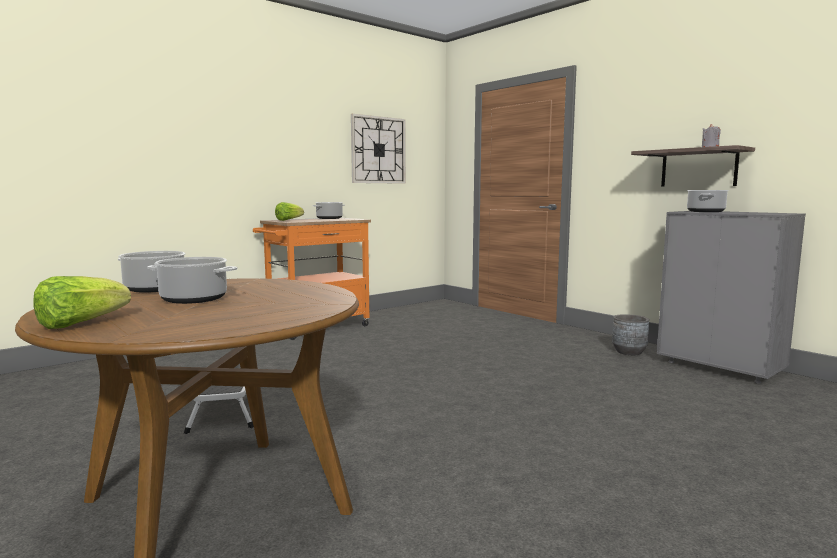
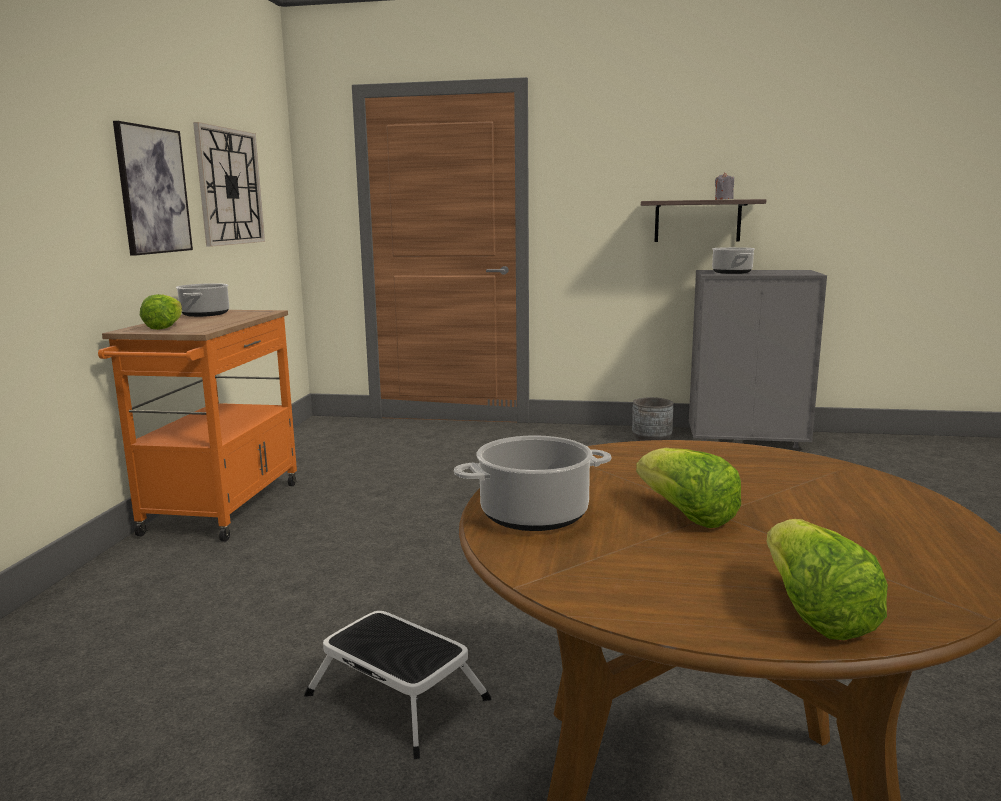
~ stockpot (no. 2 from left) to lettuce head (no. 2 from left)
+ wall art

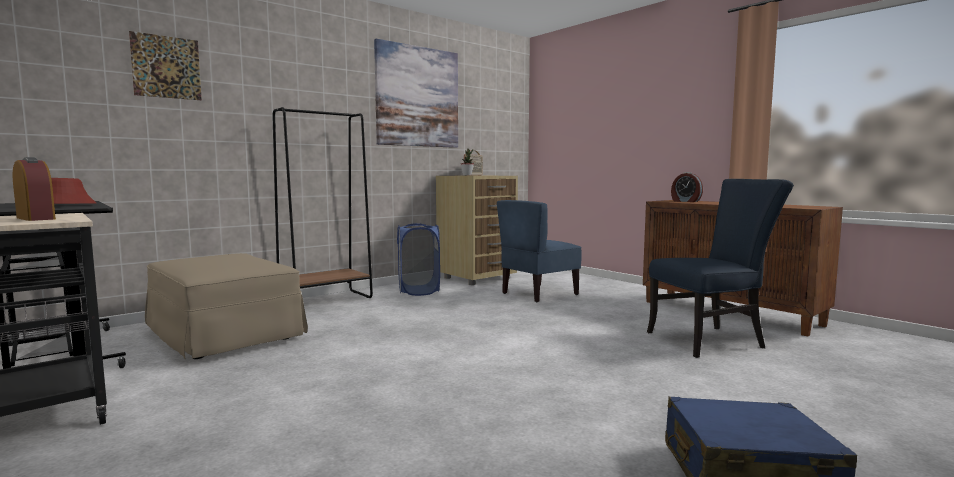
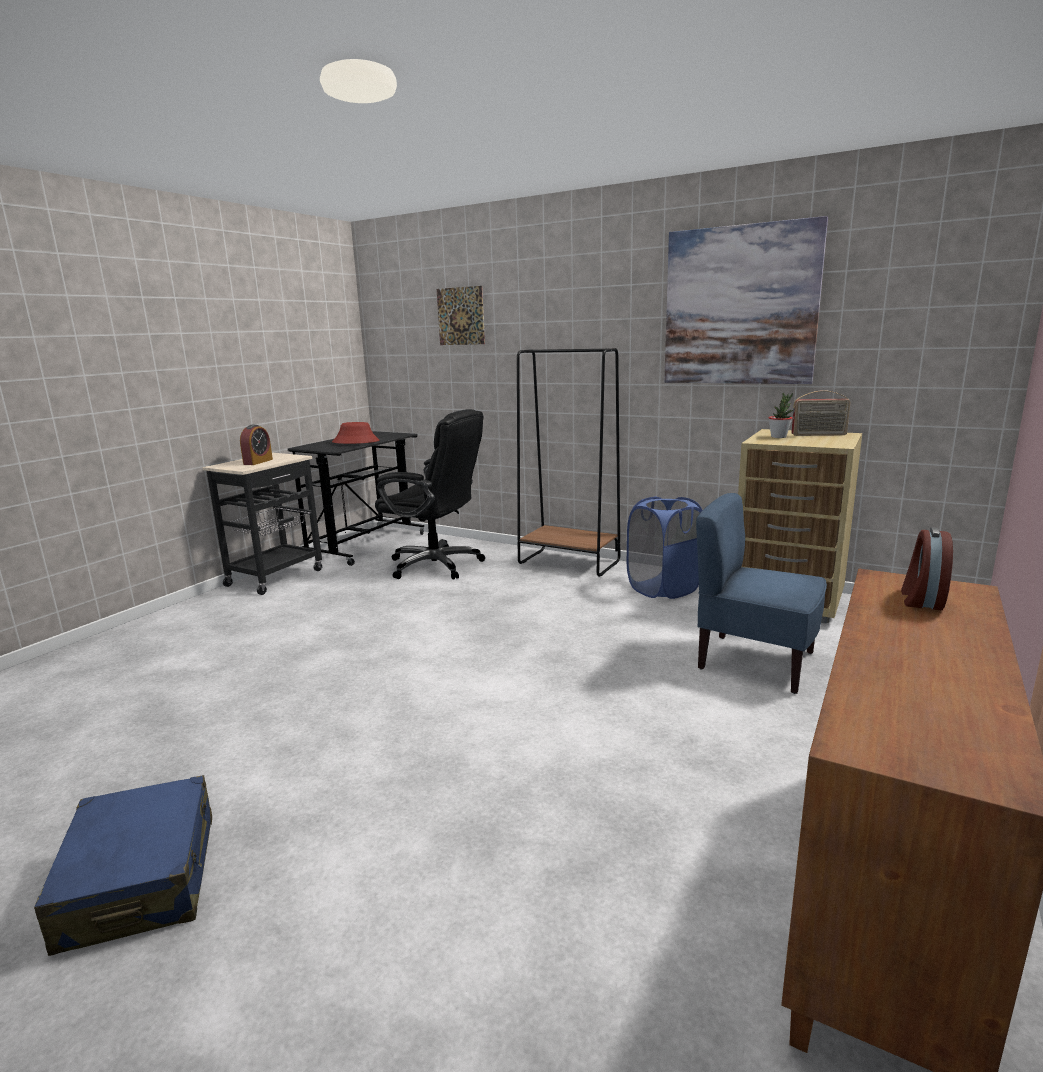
- blue-coloured chair (no. 2 from left)
~ beige-coloured footrest to black computer chair

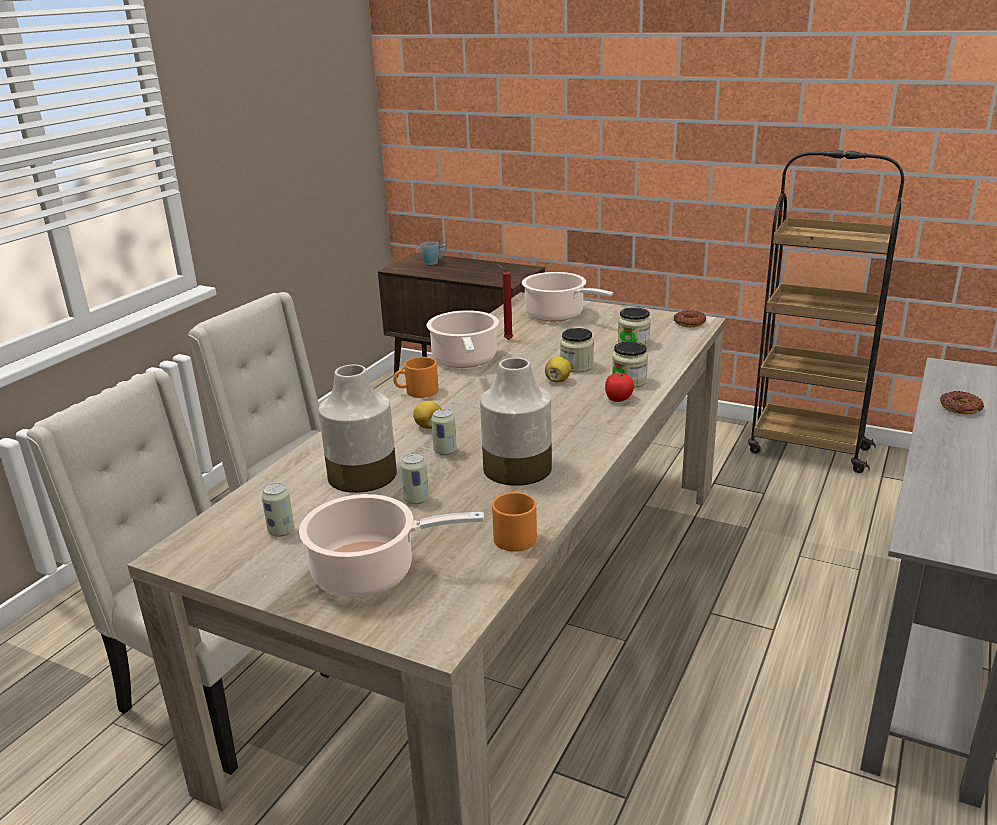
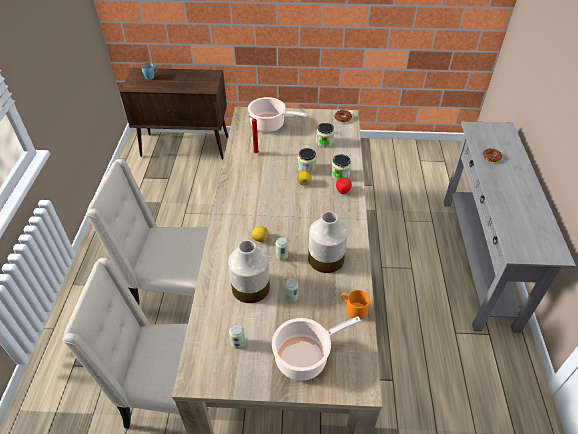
- brownish wheeled cart
- stockpot (no. 2 from left)
- orange-coloured coffee mug (no. 1 from left)

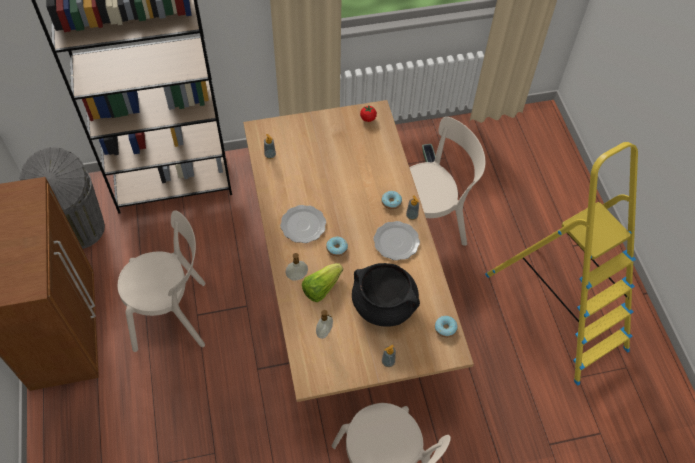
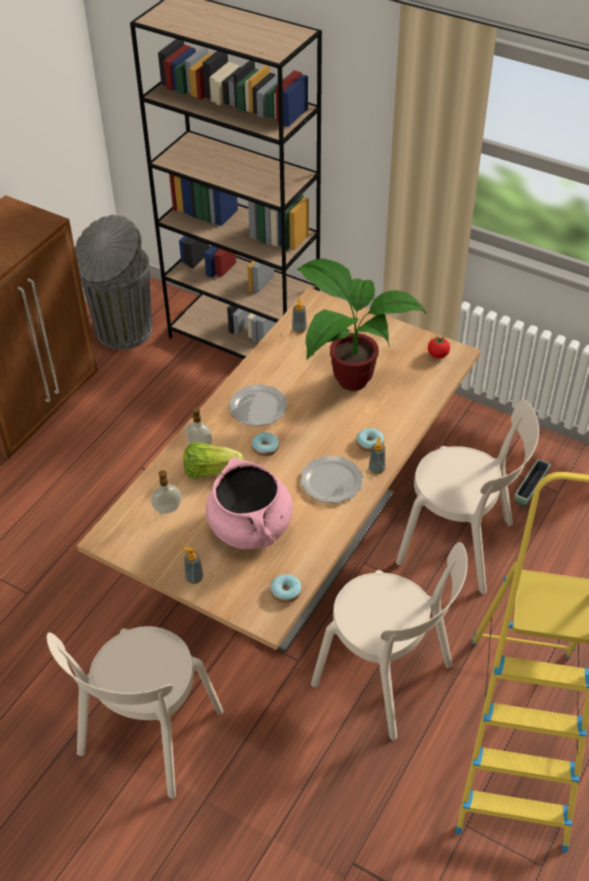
~ beige-coloured chair (no. 1 from left in the first image) to beige-coloured chair (no. 2 from left)
~ black stockpot to pink-coloured stockpot
+ houseplant

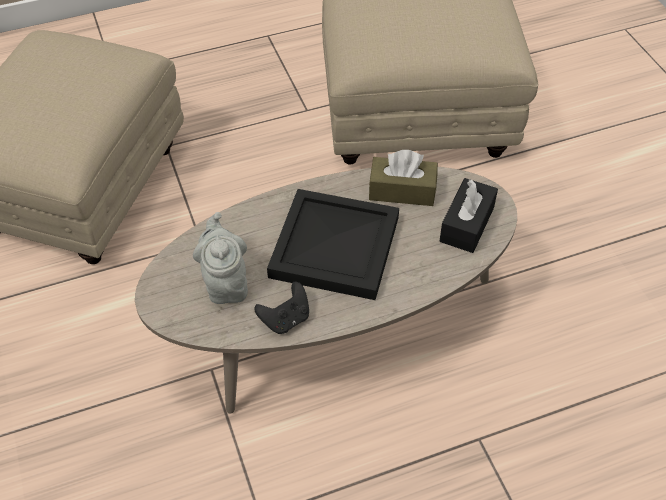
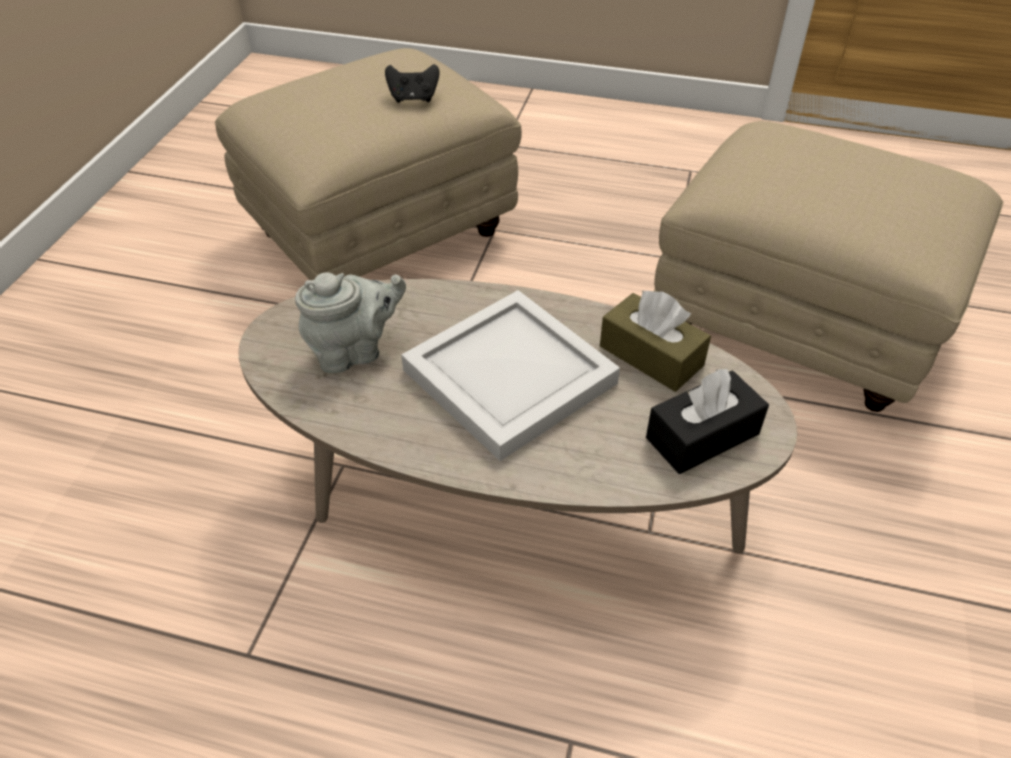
~ black tray to white-coloured tray
~ greyish teapot 45 degrees clockwise
~ black game controller

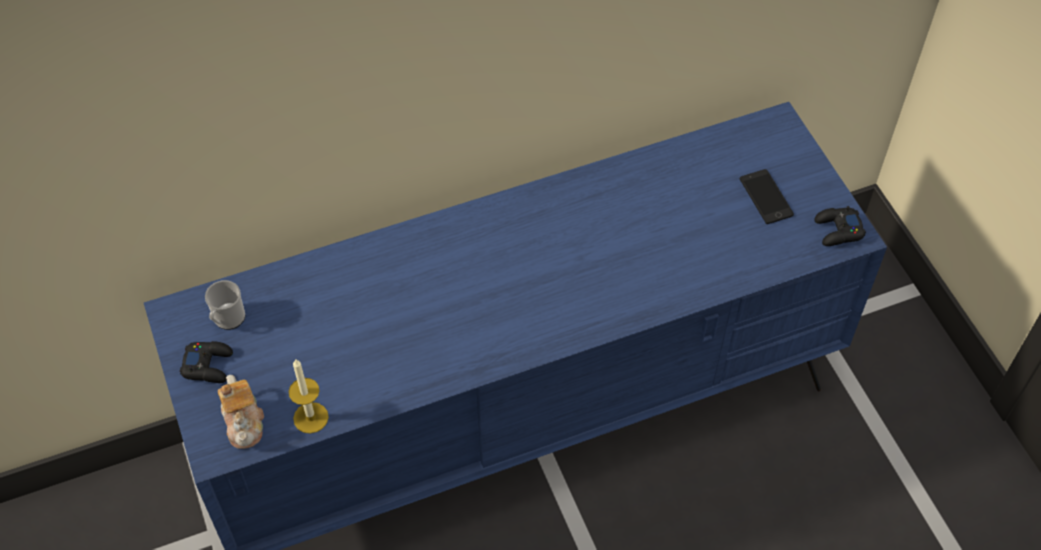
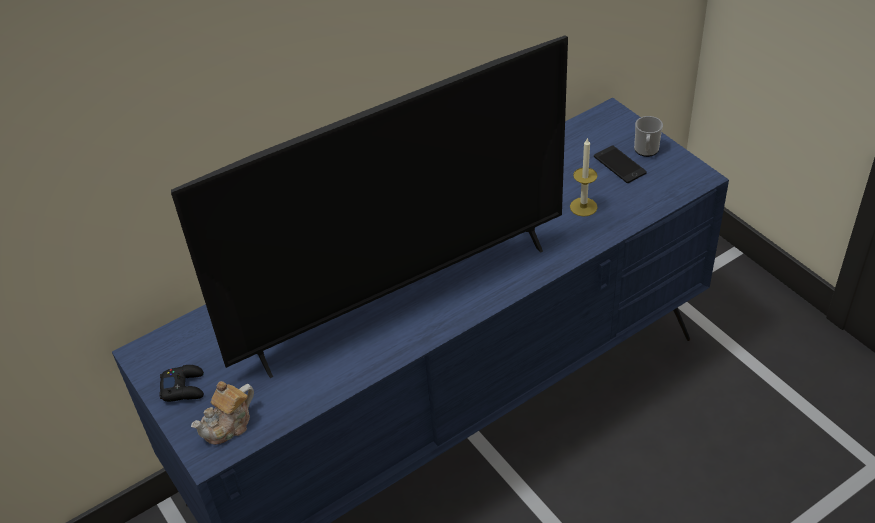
- black game controller (no. 2 from left)
~ coffee mug
~ wax candle
~ teapot 75 degrees clockwise
+ TV

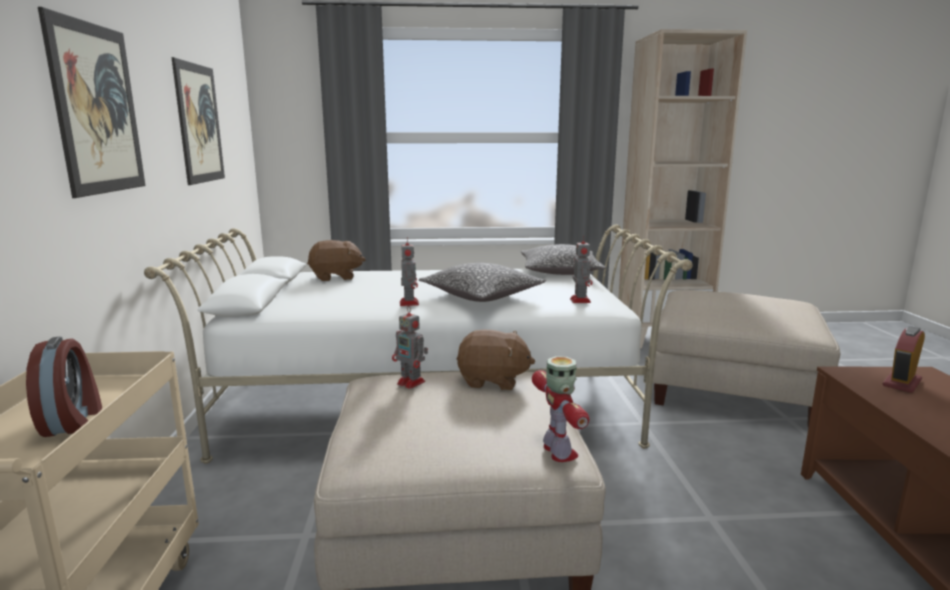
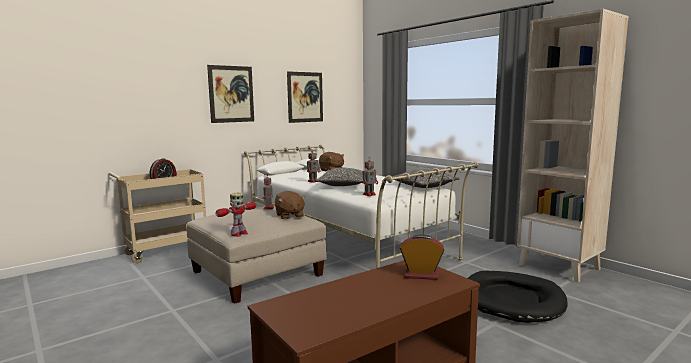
~ beige-coloured footrest (no. 2 from left) to black dog cushion

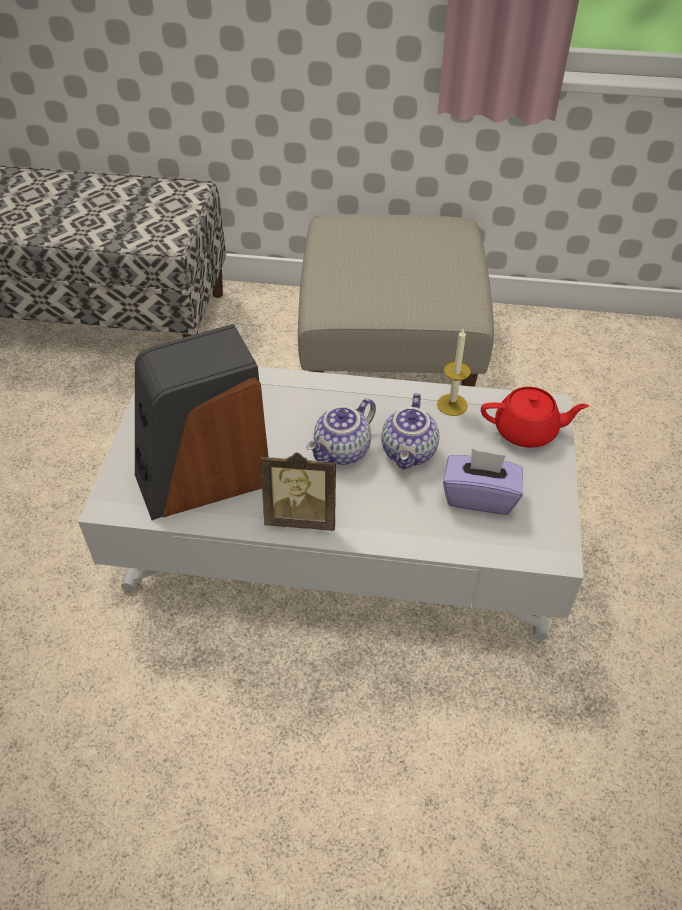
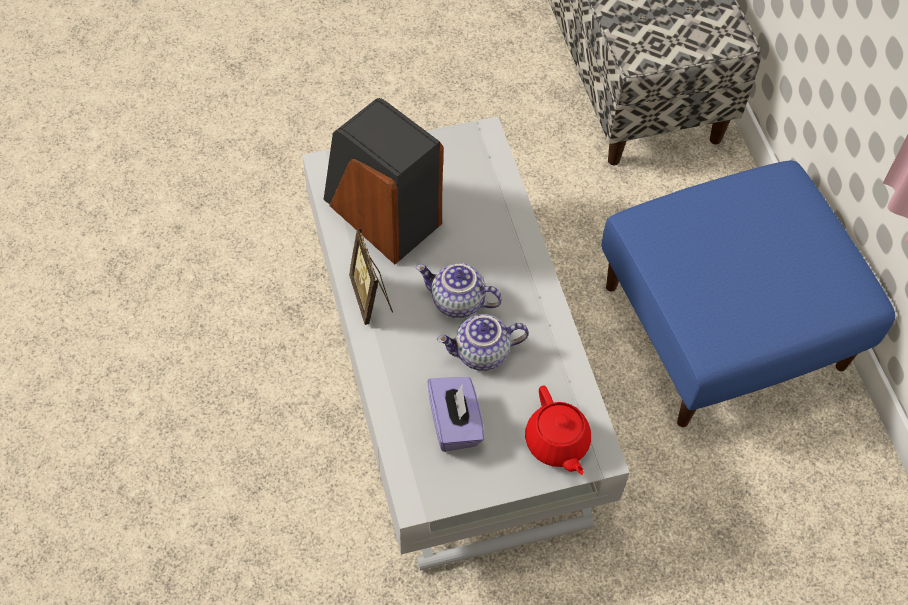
~ beige-coloured footrest to blue-coloured footrest
- wax candle

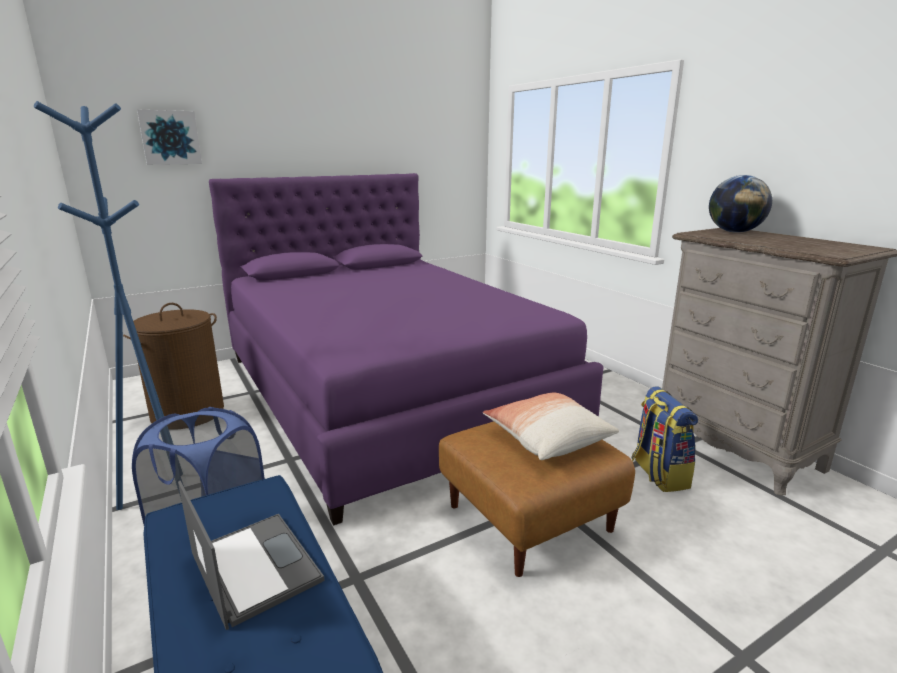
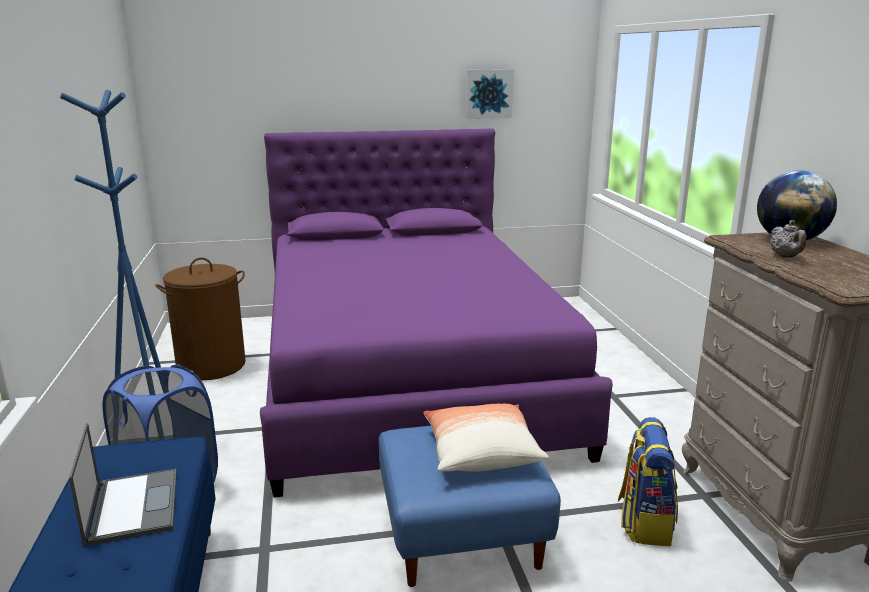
~ wall art
~ brownish footrest to blue-coloured footrest
+ greyish teapot

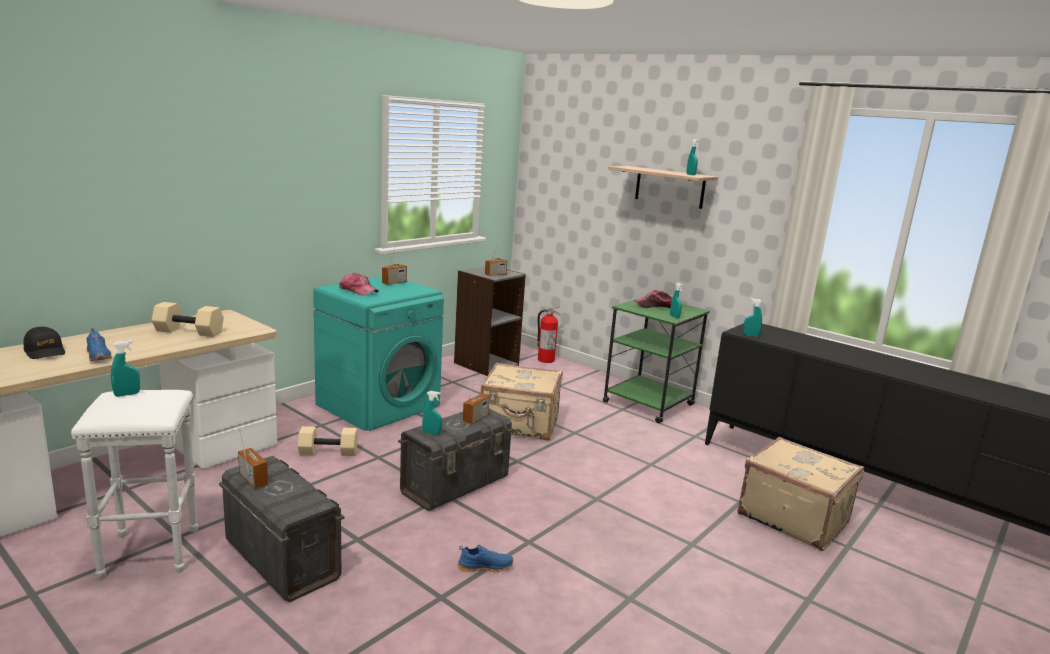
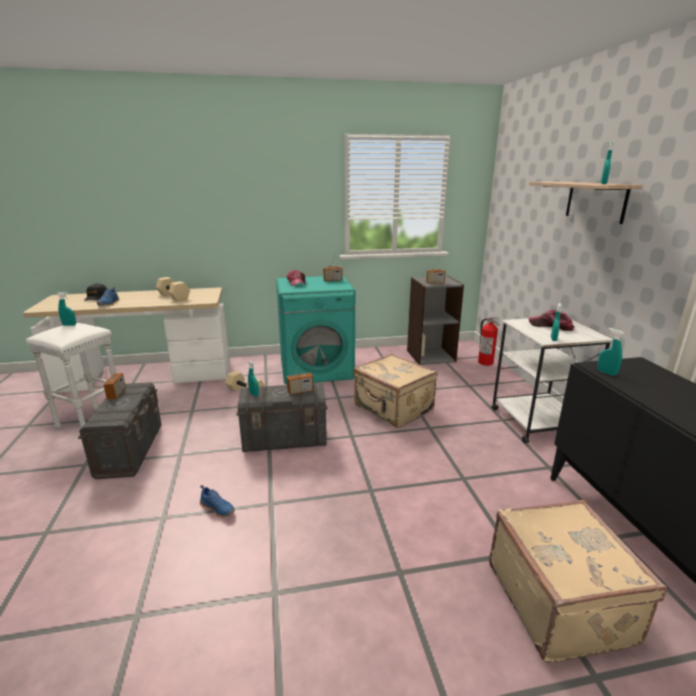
~ green wheeled cart to white-coloured wheeled cart

